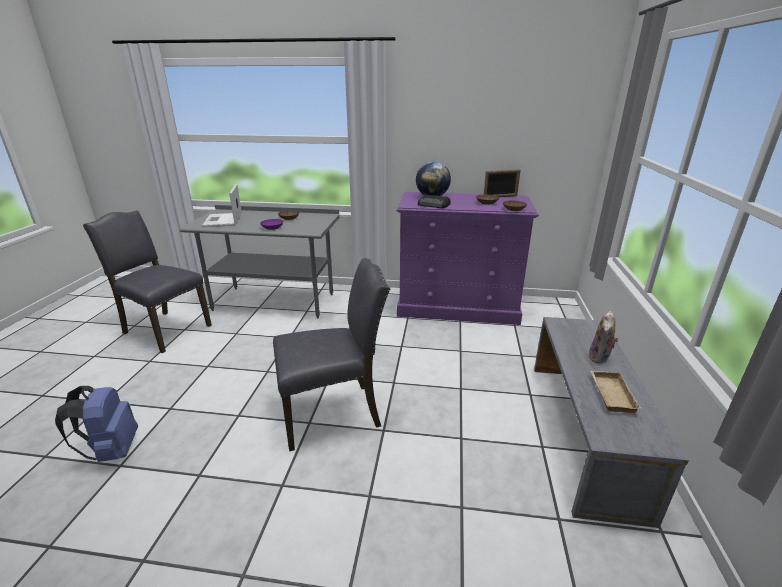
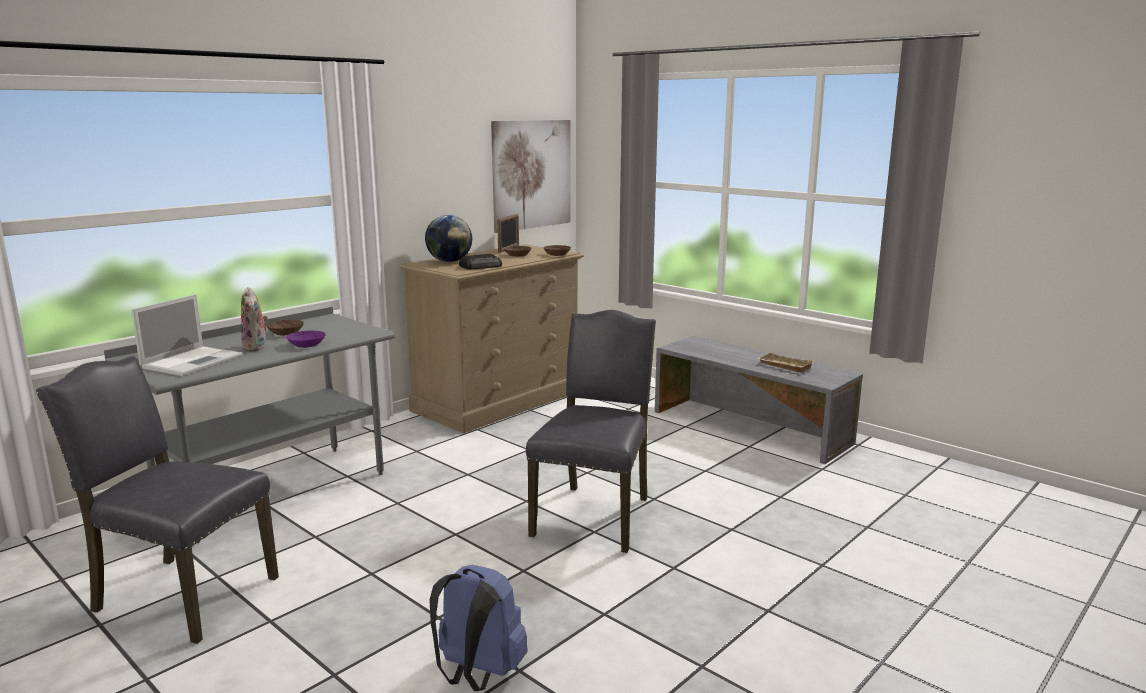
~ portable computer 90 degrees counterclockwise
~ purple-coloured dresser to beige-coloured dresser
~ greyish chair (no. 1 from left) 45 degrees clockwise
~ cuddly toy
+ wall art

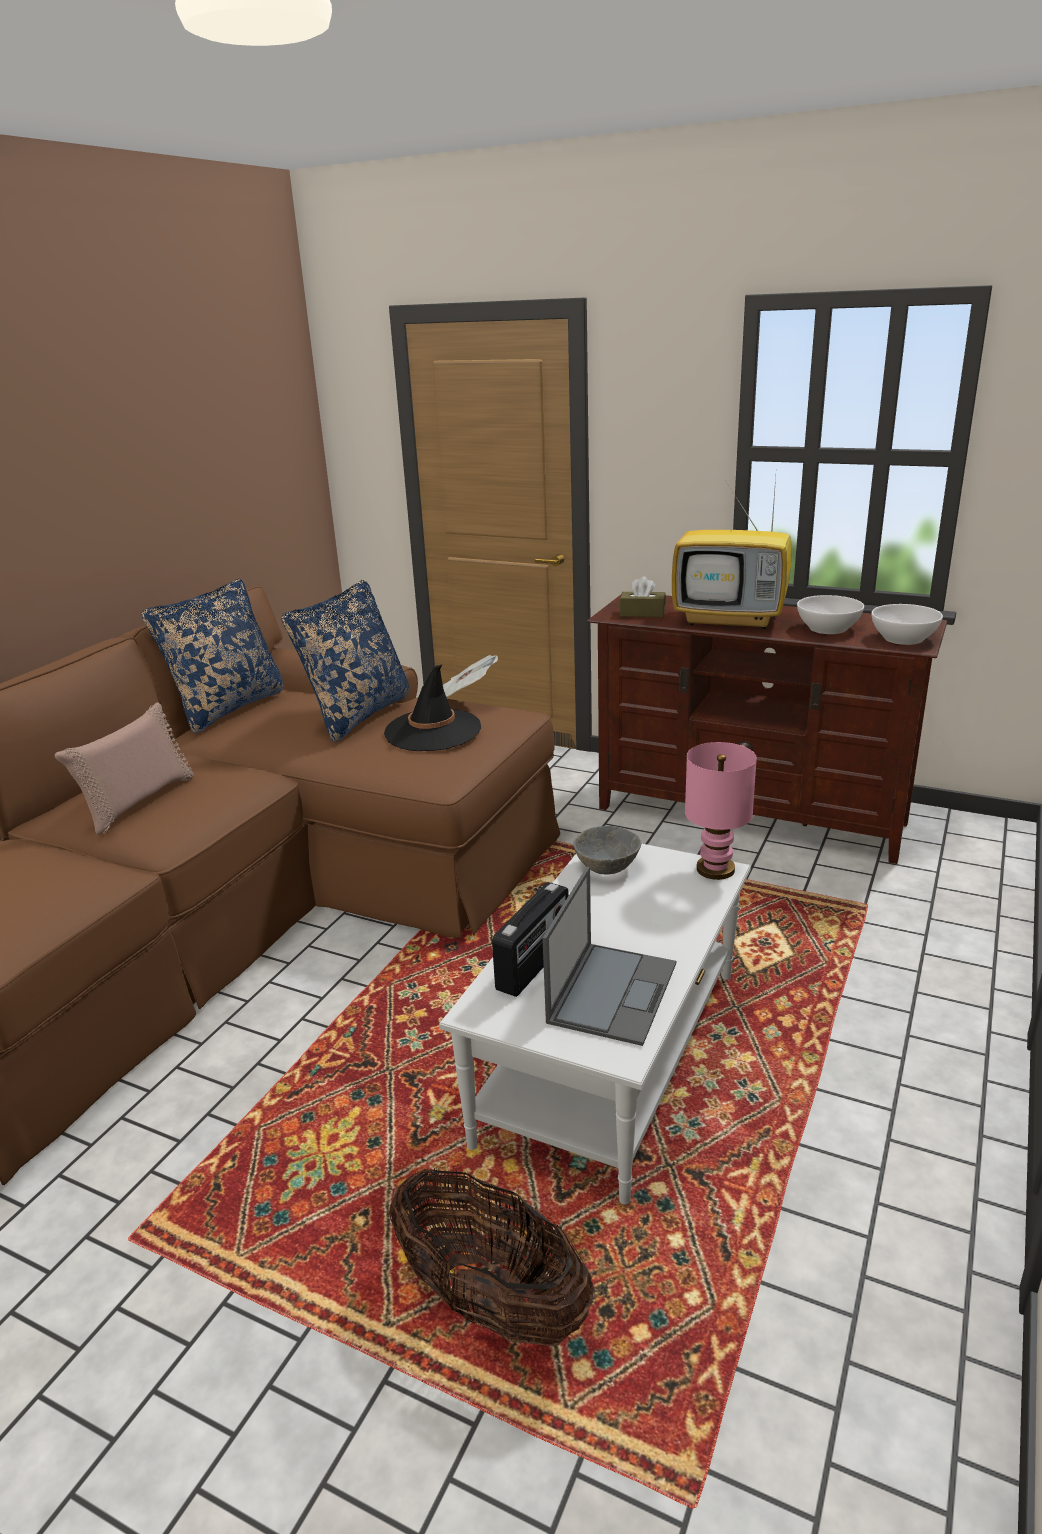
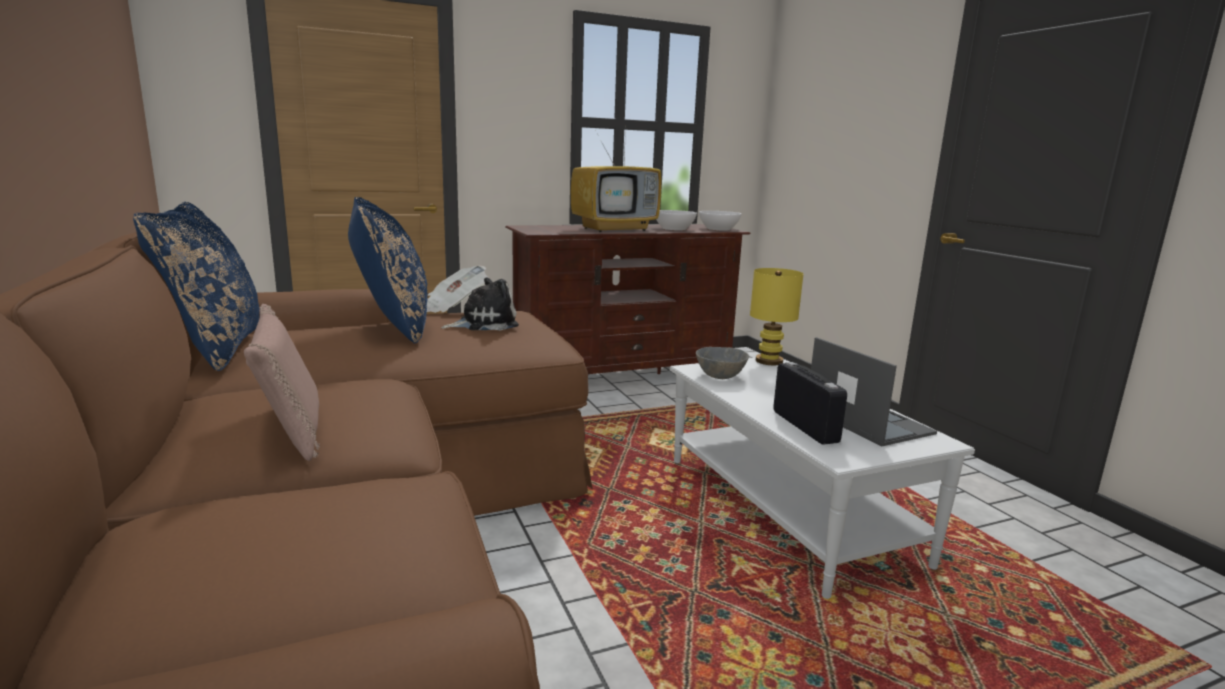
- brownish box of tissues
~ black wearable hat to cuddly toy
~ pink-coloured table lamp to yellowish table lamp
- storage basket

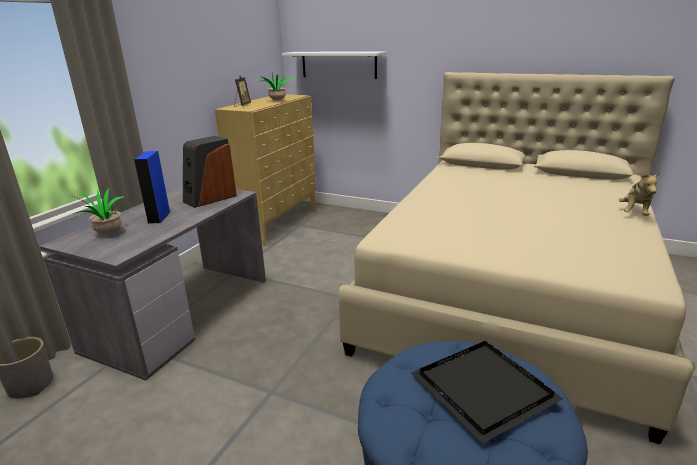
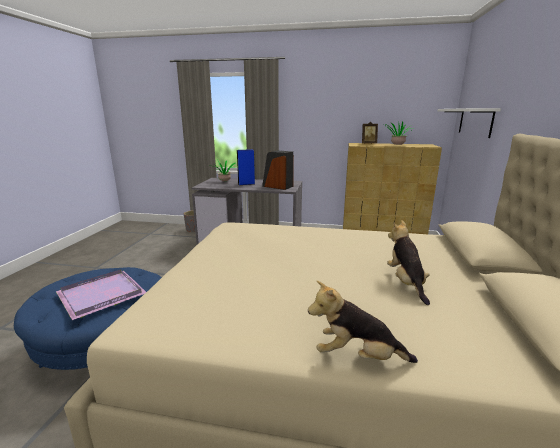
~ black tray to purple-coloured tray
+ cuddly toy (no. 2 from left)

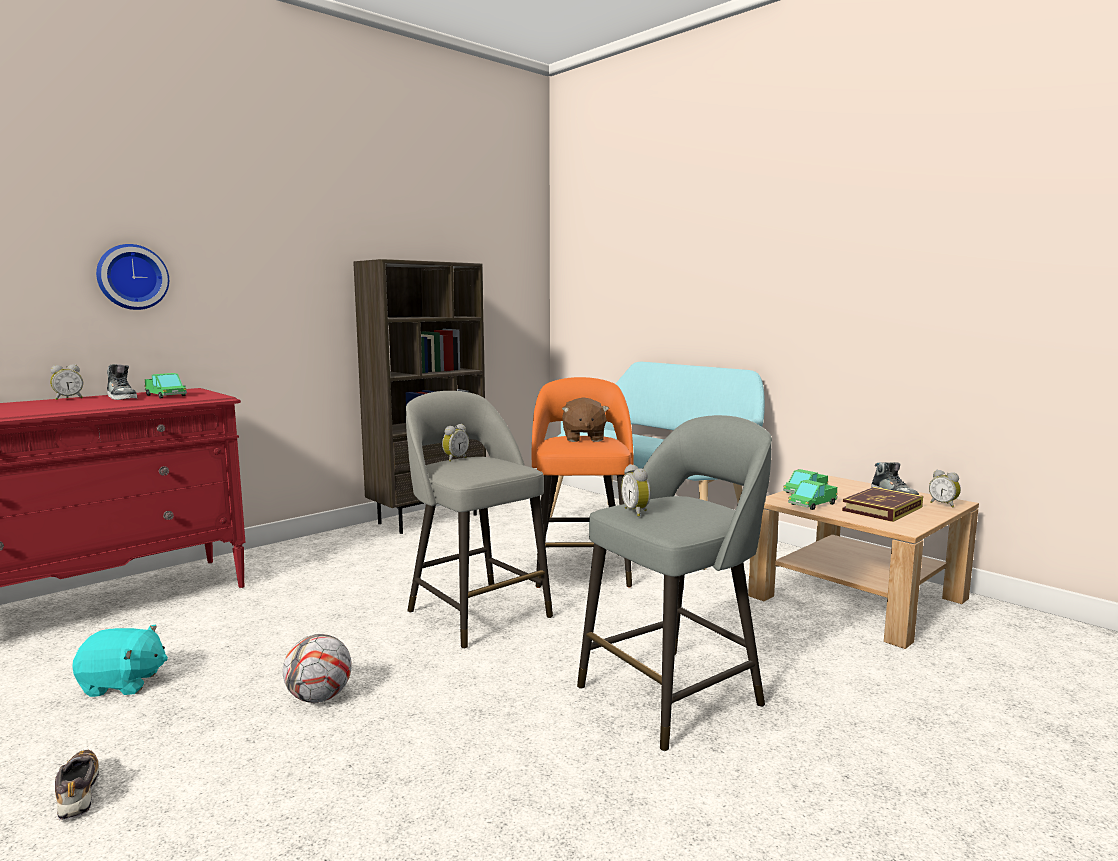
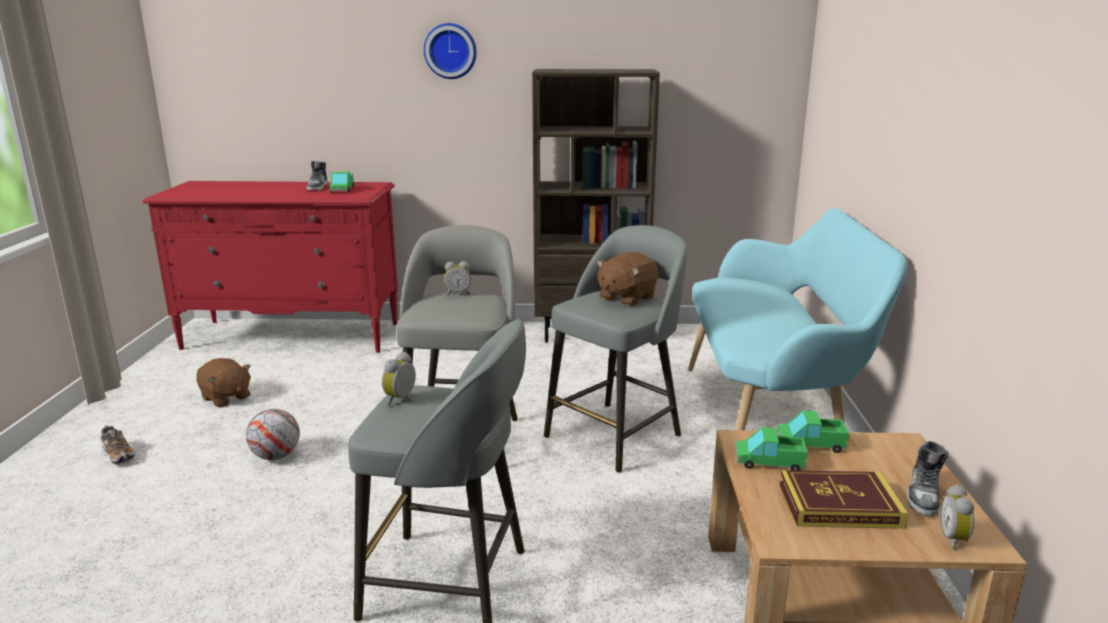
~ clock on the wall
- table clock (no. 1 from left)
~ orange-coloured sitting stool to greyish sitting stool (no. 3 from left)
~ blue-green cuddly toy to brownish cuddly toy (no. 1 from left)
~ shoe (no. 1 from left) 120 degrees clockwise

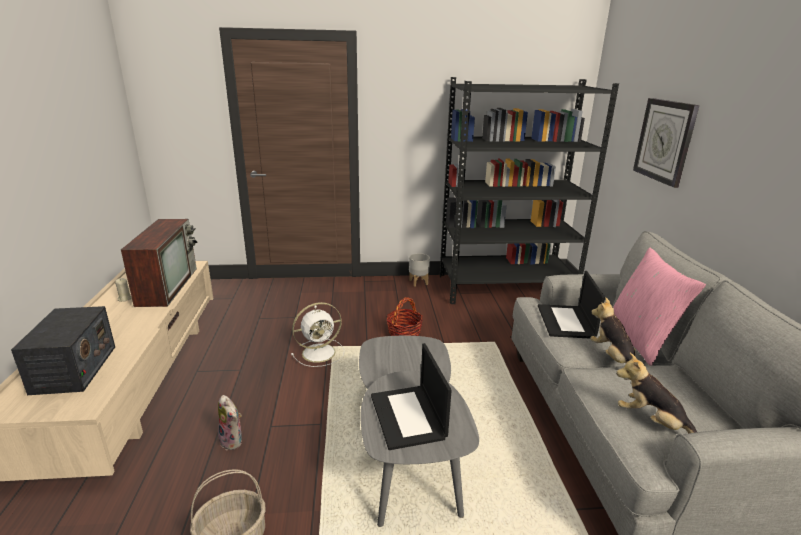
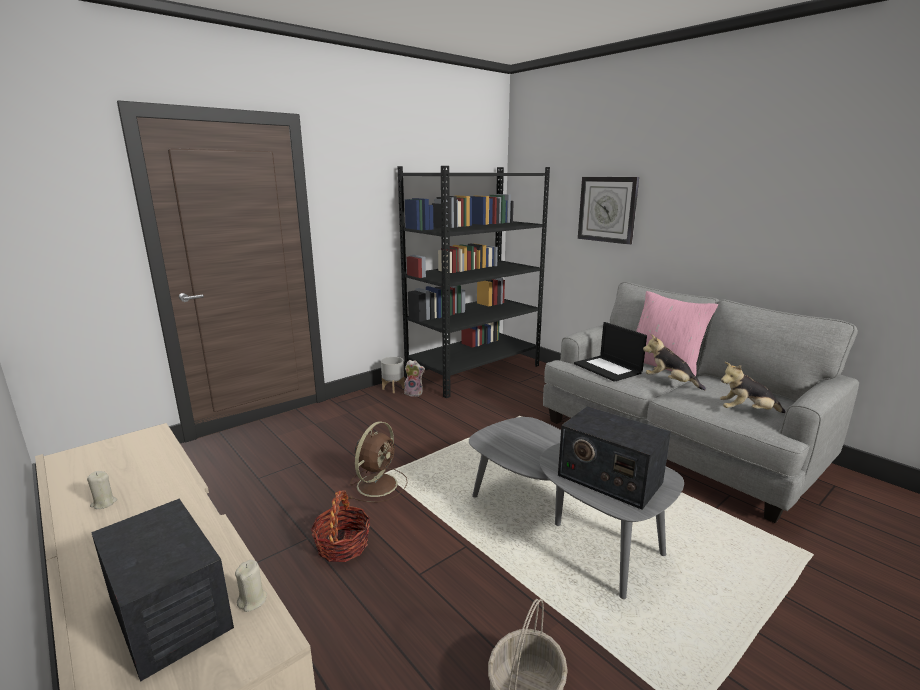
- TV
~ storage basket (no. 2 from left in the first image) to storage basket (no. 1 from left)
~ white-coloured fan to brownish fan
~ portable computer (no. 1 from left) to radio receiver (no. 2 from left)
~ cuddly toy (no. 1 from left)
+ beige-coloured wax candle (no. 2 from left)

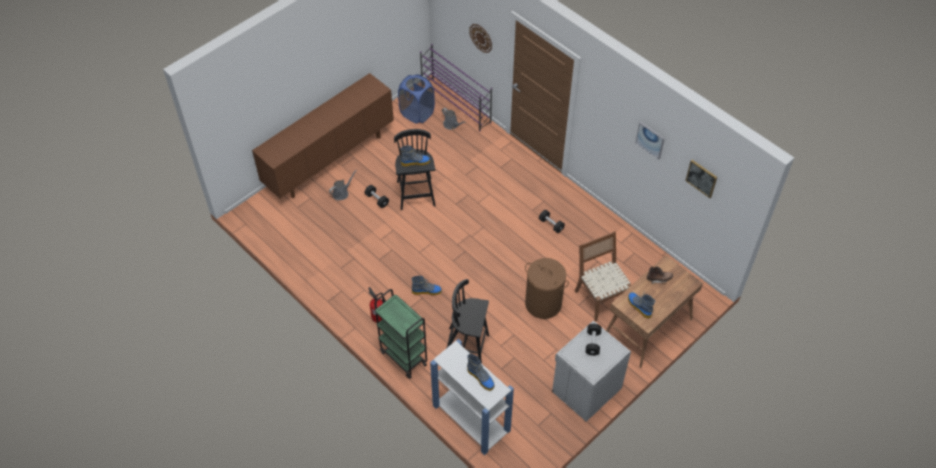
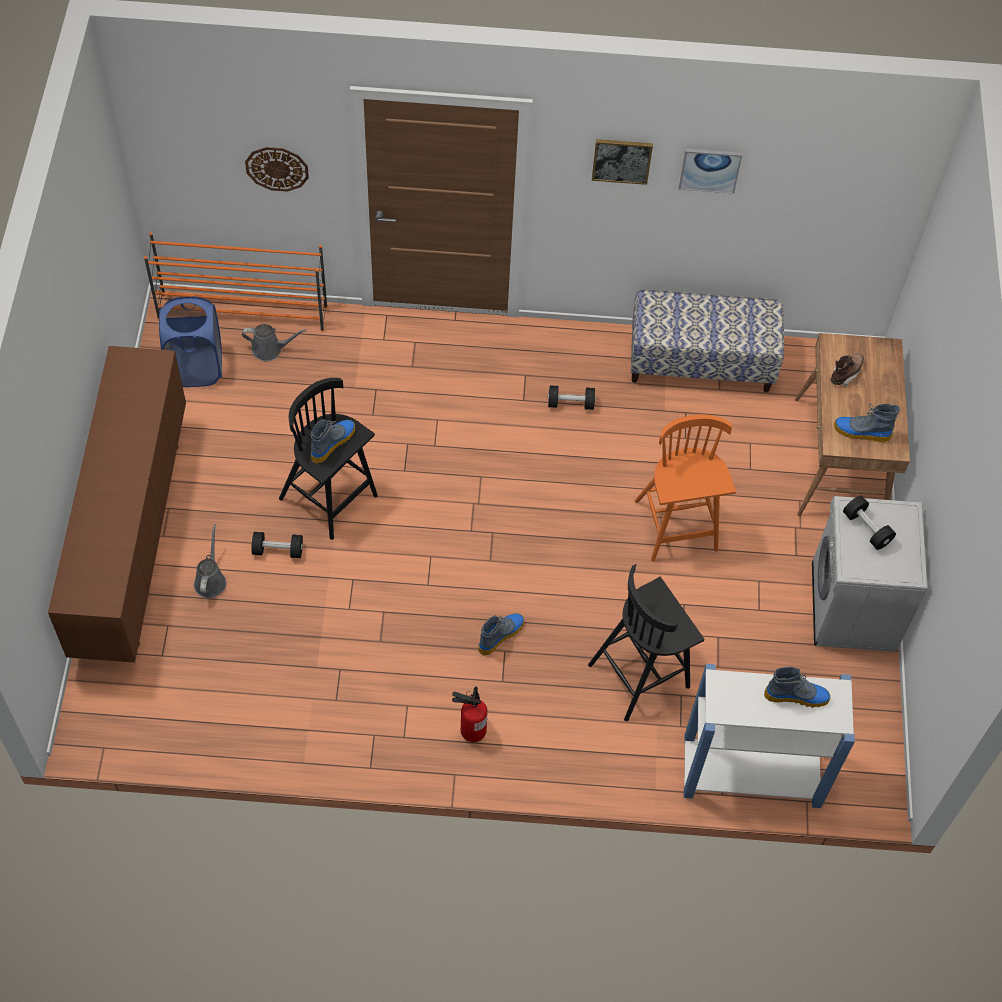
~ purple-coloured shoe shelf to orange-coloured shoe shelf
~ wall art (no. 2 from left in the first image) to wall art (no. 1 from left)
- chair
~ brownish washing basket to orange-coloured sitting stool
- green wheeled cart
+ long seat

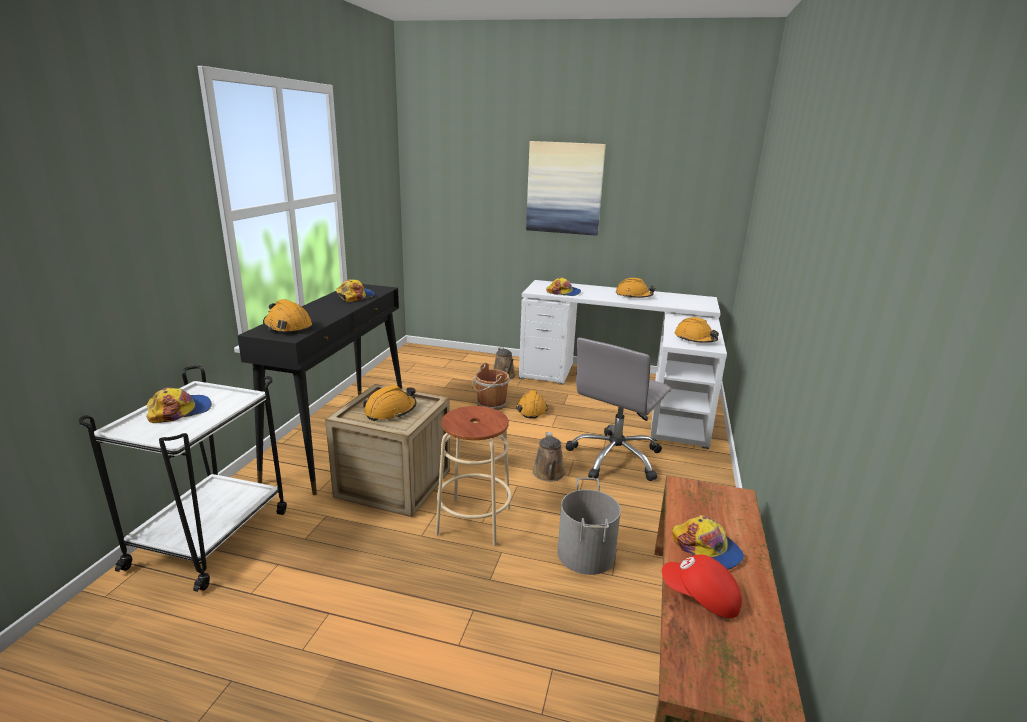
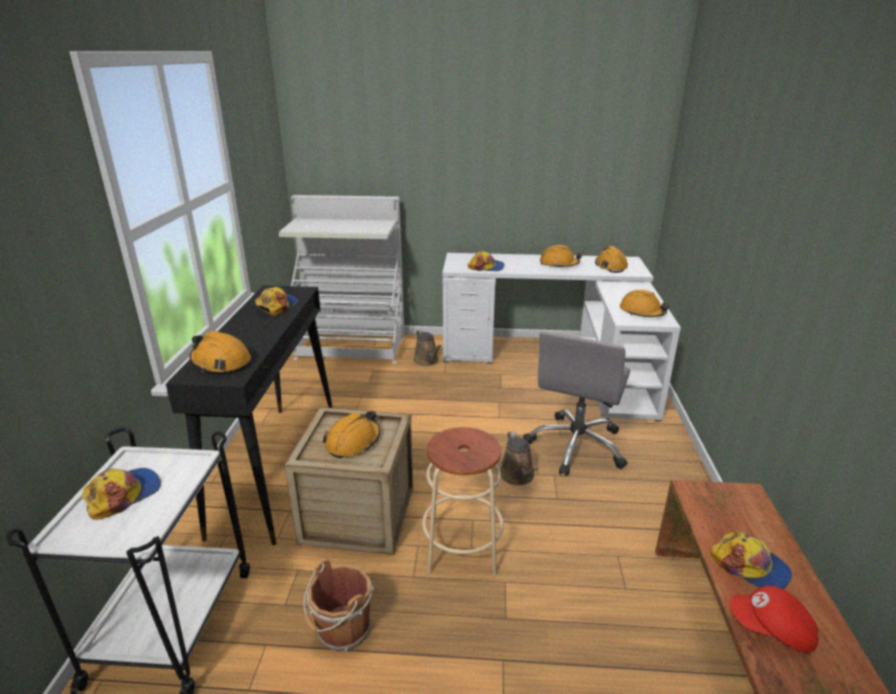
- wall art
~ brownish pail
~ orange-coloured safety helmet (no. 3 from left in the first image) to orange-coloured safety helmet (no. 4 from left)
- greyish pail
+ white-coloured shoe shelf

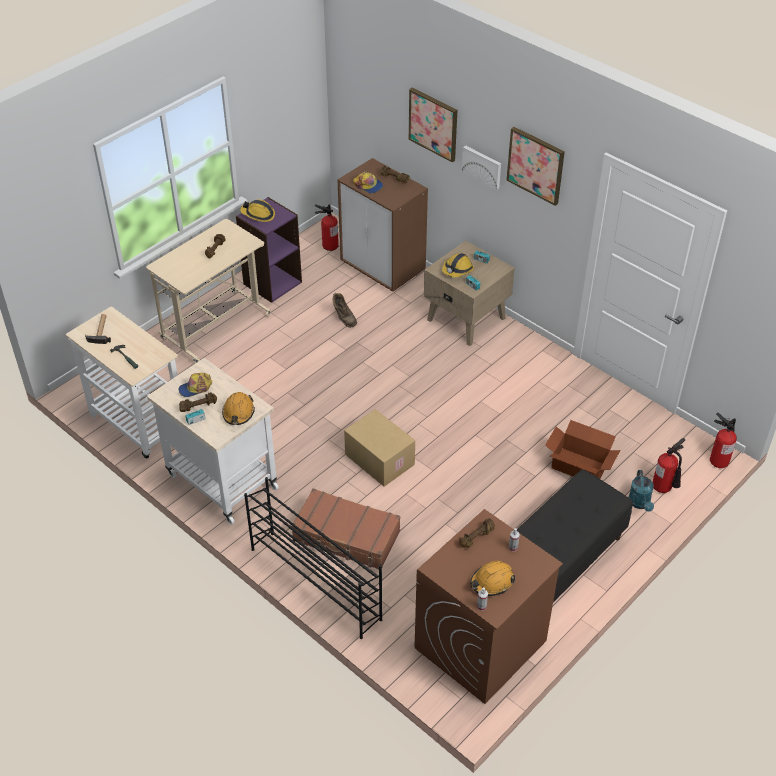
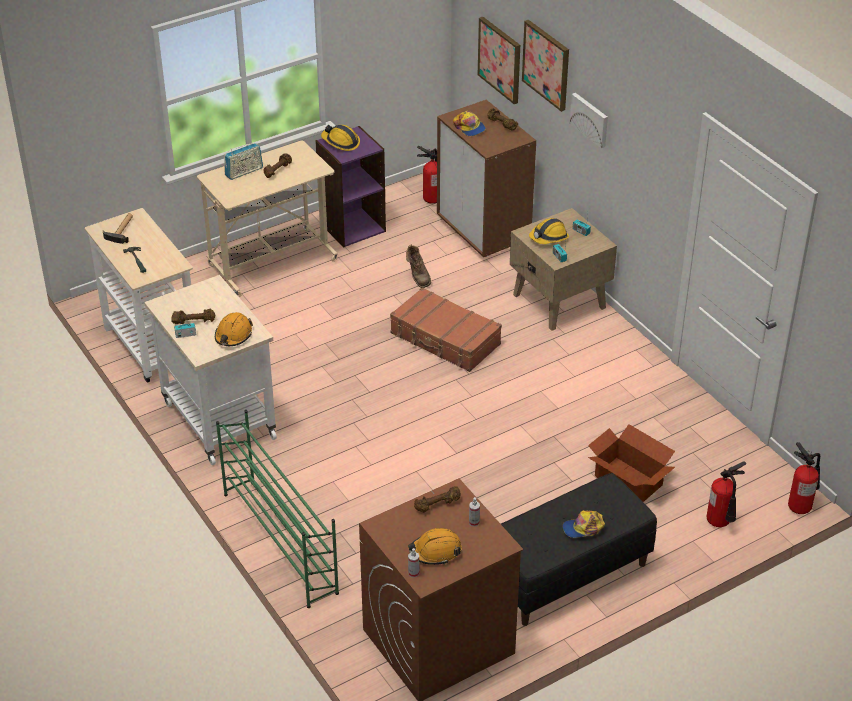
~ wall art (no. 3 from left in the first image) to wall art (no. 1 from left)
~ baseball cap (no. 1 from left in the first image) to baseball cap (no. 2 from left)
- carton (no. 1 from left)
- blue-green watering pot
~ black shoe shelf to green shoe shelf
~ brownish travel case
+ radio receiver (no. 2 from left)

